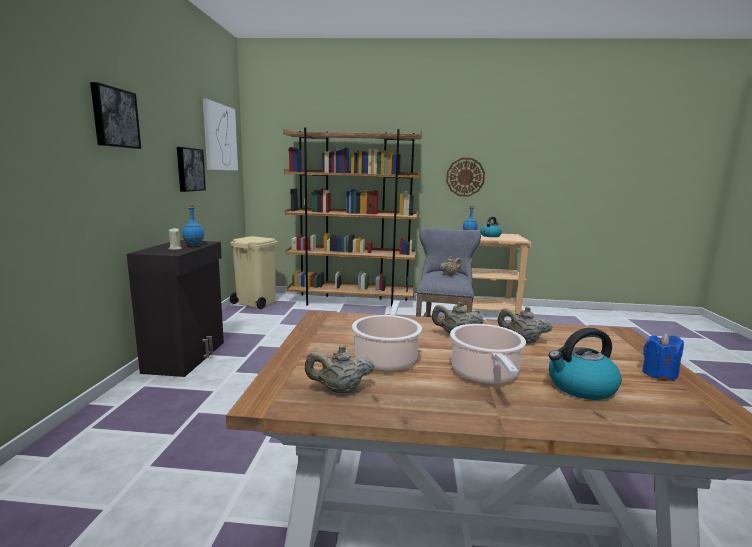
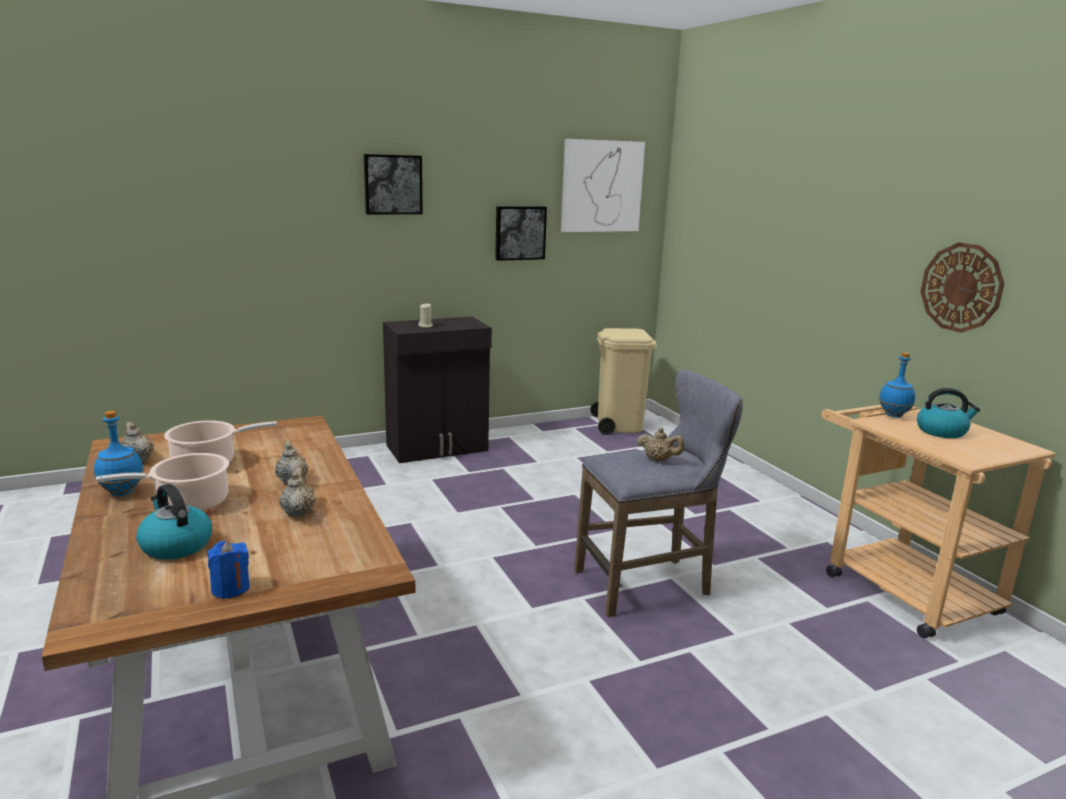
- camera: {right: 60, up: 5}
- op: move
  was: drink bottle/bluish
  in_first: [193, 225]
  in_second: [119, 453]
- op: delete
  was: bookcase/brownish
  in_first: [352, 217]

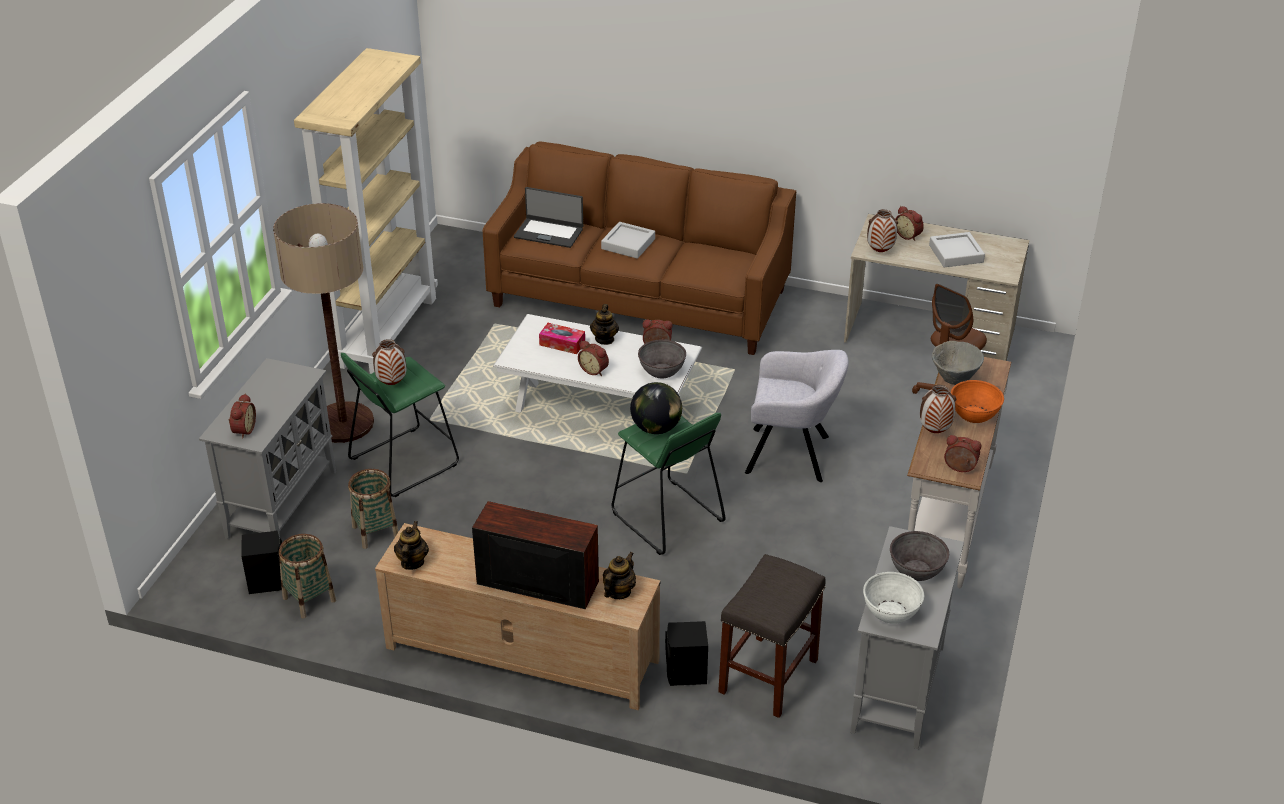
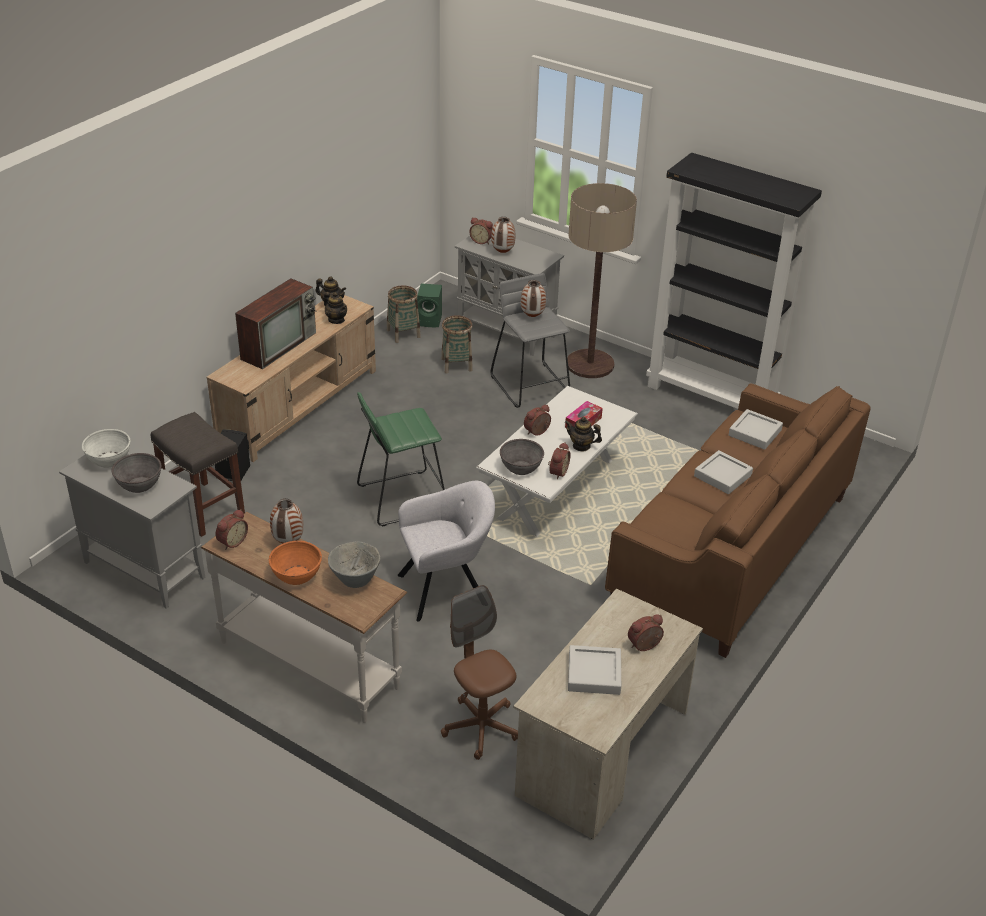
- camera: {right: 105, up: 0}
- op: recolor
  was: audio speaker/black-coloured
  now: audio speaker/greenish
  in_first: [261, 562]
  in_second: [429, 305]
- op: recolor
  was: bookcase/beige
  now: bookcase/black-coloured
  in_first: [366, 211]
  in_second: [734, 281]
- op: recolor
  was: stool/greenish
  now: stool/gray
  in_first: [400, 425]
  in_second: [530, 340]
- op: replace
  was: laptop
  now: tray/gray
  in_first: [548, 217]
  in_second: [756, 429]
- op: move
  was: teapot
  in_first: [619, 575]
  in_second: [335, 308]
- op: delete
  was: globe
  in_first: [656, 408]
- op: rotate
  was: armchair/gray
  in_first: [797, 416]
  in_second: [446, 551]
  clockwise: -135
- op: move
  was: decorative vase
  in_first: [882, 230]
  in_second: [503, 235]

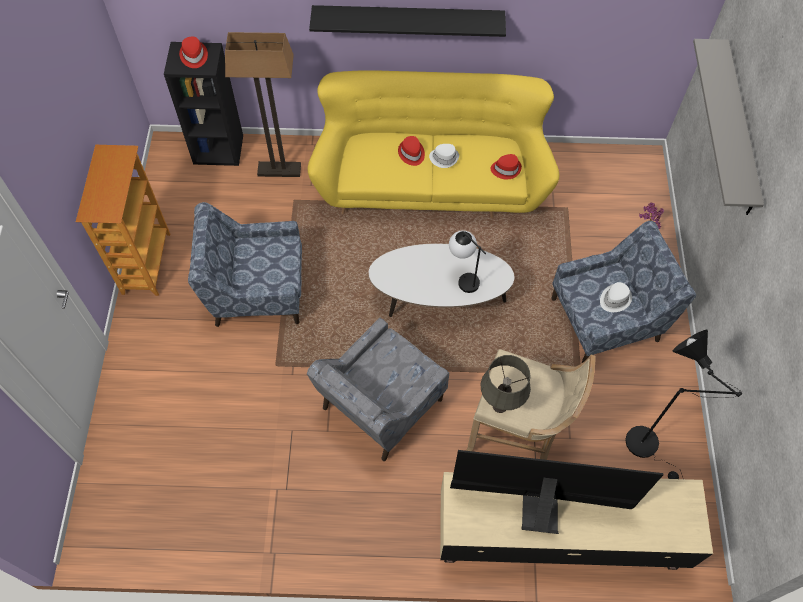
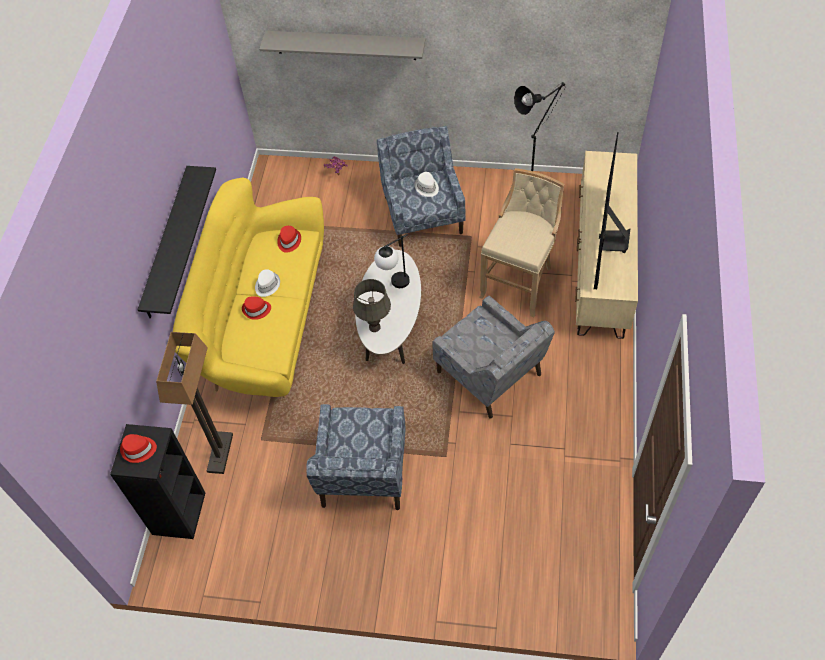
- camera: {right: -80, up: -5}
- op: delete
  was: bookcase
  in_first: [123, 220]
- op: move
  was: table lamp/gray
  in_first: [506, 384]
  in_second: [372, 305]

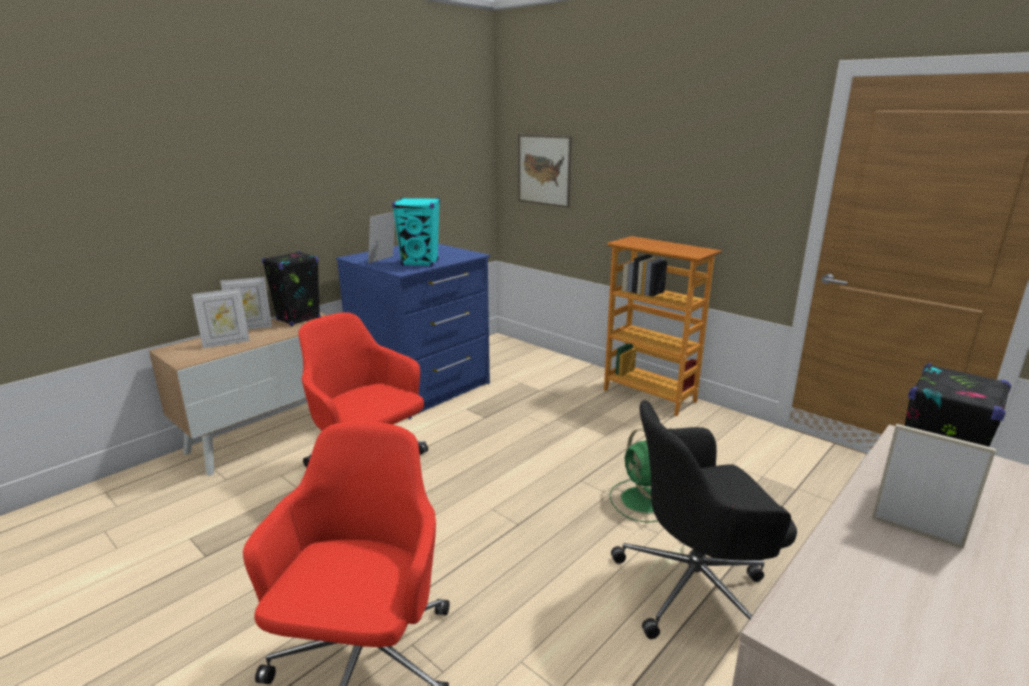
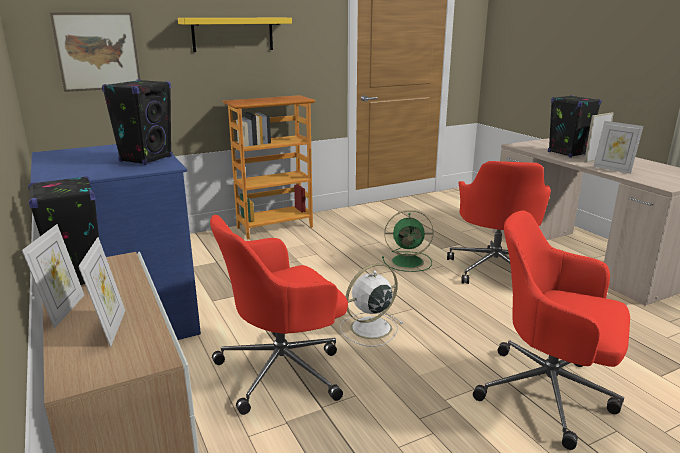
- camera: {right: -70, up: 0}
- op: move
  was: photo frame
  in_first: [381, 238]
  in_second: [618, 147]
- op: recolor
  was: audio speaker/turquoise-coloured
  now: audio speaker/black-coloured
  in_first: [416, 232]
  in_second: [137, 122]
- op: recolor
  was: desk chair/black-coloured
  now: desk chair/red
  in_first: [704, 519]
  in_second: [499, 222]
- op: insert
  now: bracket shelf/yellow
  in_second: [235, 35]
- op: insert
  now: fan/whitish
  in_second: [371, 305]

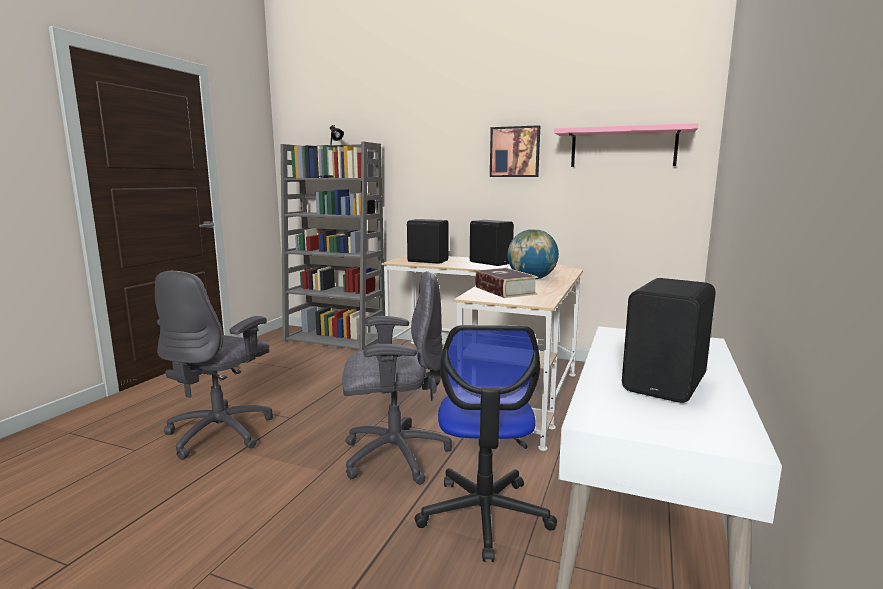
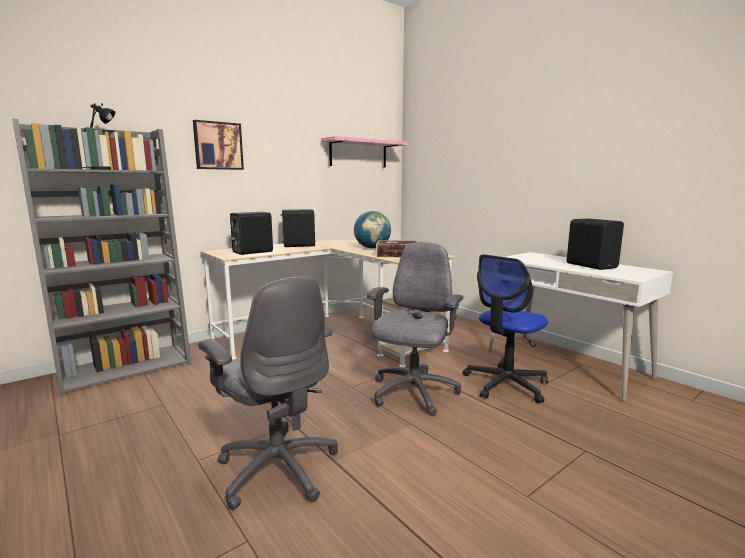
- camera: {right: -60, up: 0}
- op: rotate
  was: desk chair
  in_first: [485, 443]
  in_second: [505, 328]
  clockwise: 105
- op: move
  was: picture
  in_first: [515, 151]
  in_second: [218, 145]

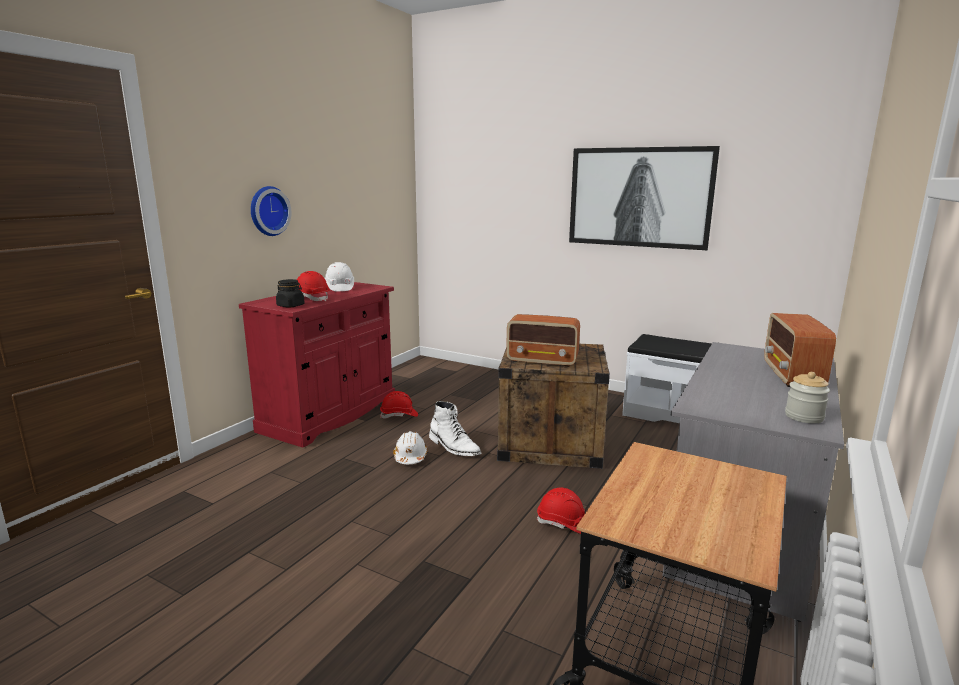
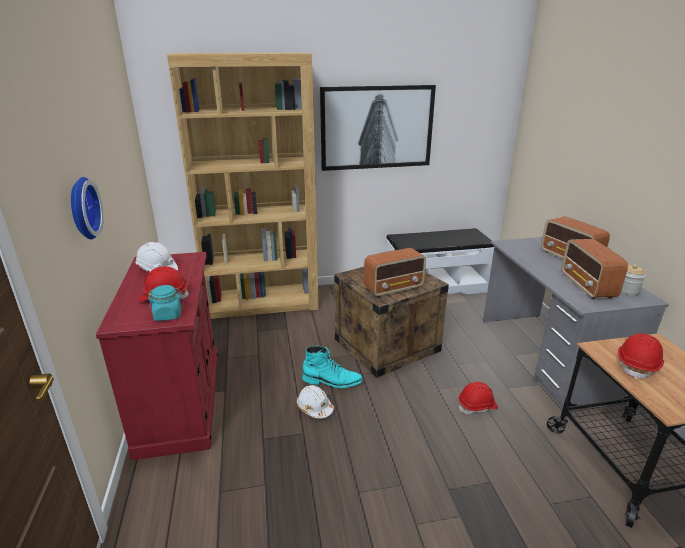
- camera: {right: -40, up: 10}
- op: recolor
  was: jar/black-coloured
  now: jar/turquoise-coloured
  in_first: [290, 293]
  in_second: [165, 303]
- op: move
  was: work helmet/red
  in_first: [399, 405]
  in_second: [641, 356]
- op: recolor
  was: high-top boot/whitish
  now: high-top boot/turquoise-coloured
  in_first: [455, 428]
  in_second: [332, 367]
- op: insert
  now: bookcase/brownish
  in_second: [243, 186]
- op: insert
  now: radio set
  in_second: [594, 269]

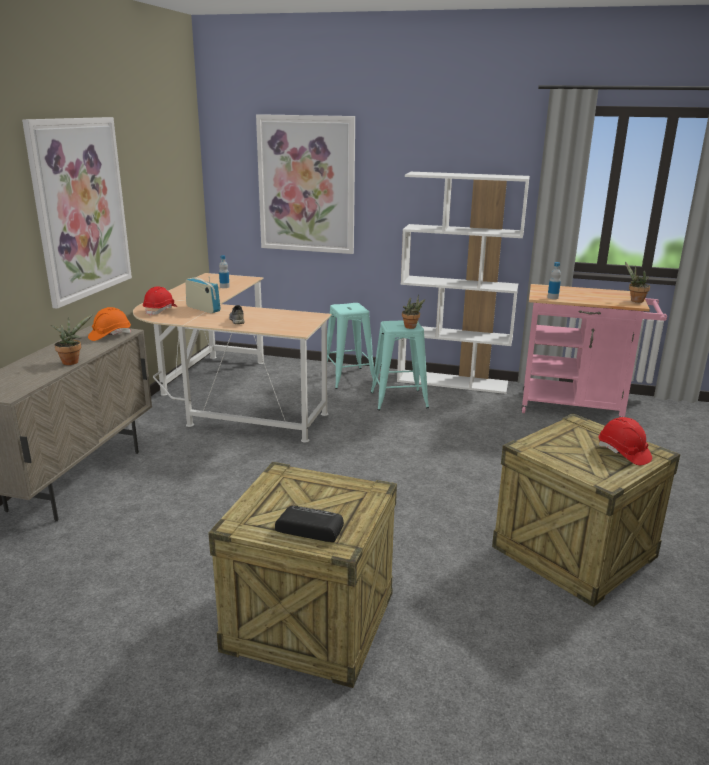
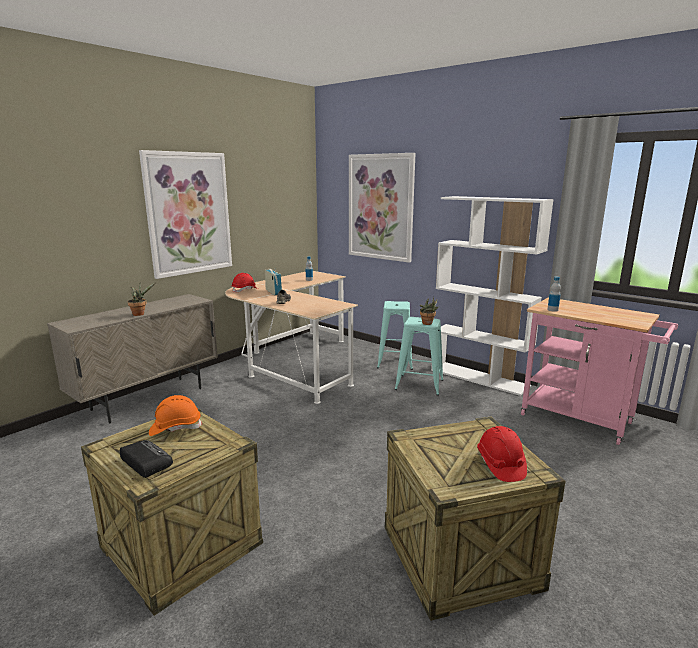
- camera: {right: 25, up: -5}
- op: move
  was: work helmet/orange-coloured
  in_first: [109, 324]
  in_second: [175, 415]
- op: delete
  was: plant in a pot
  in_first: [637, 282]

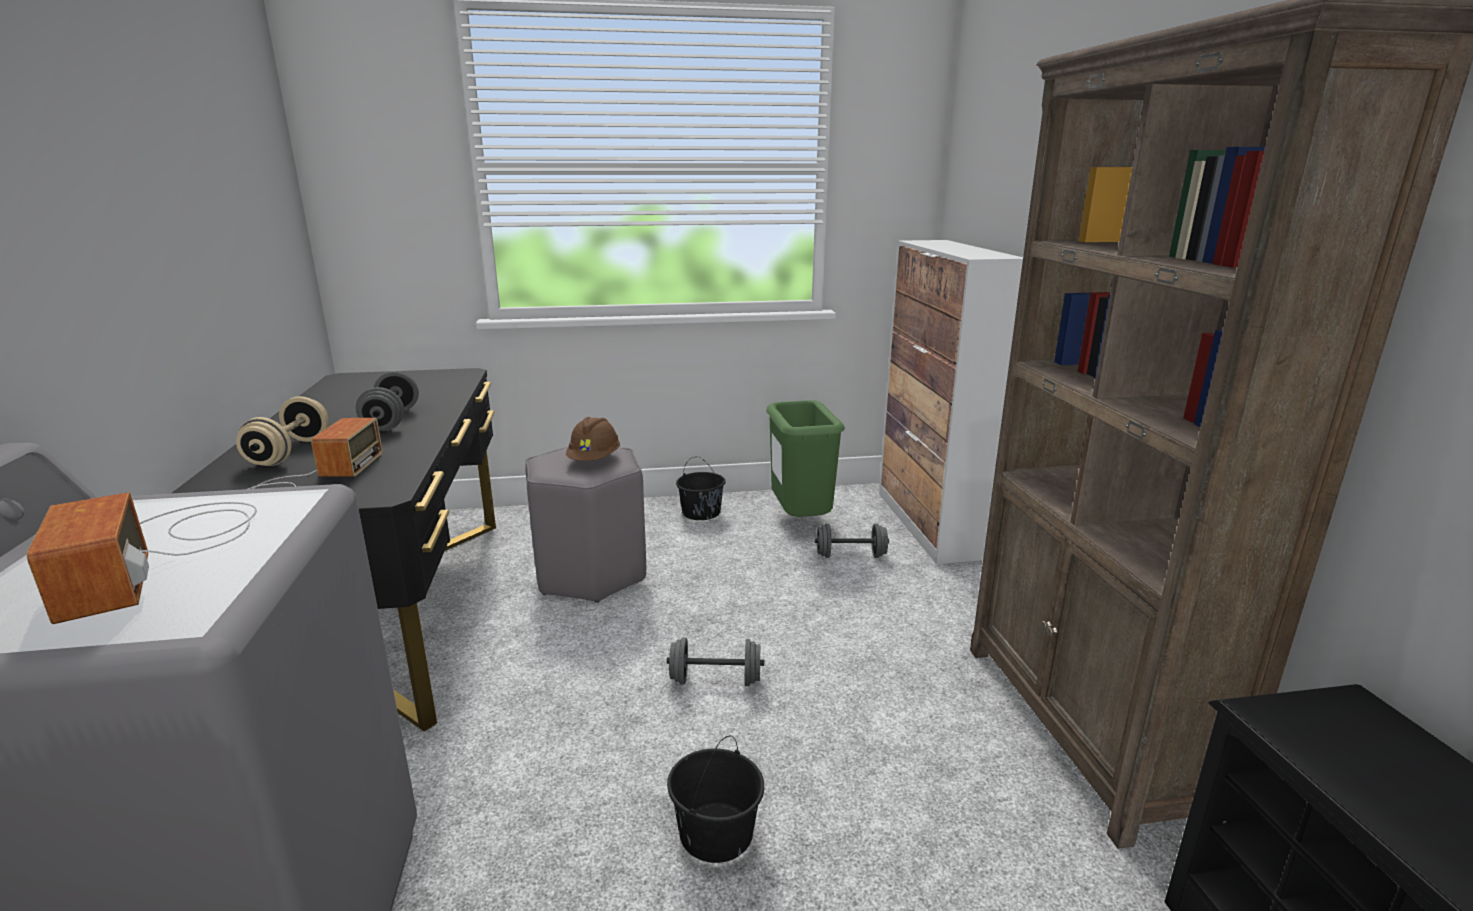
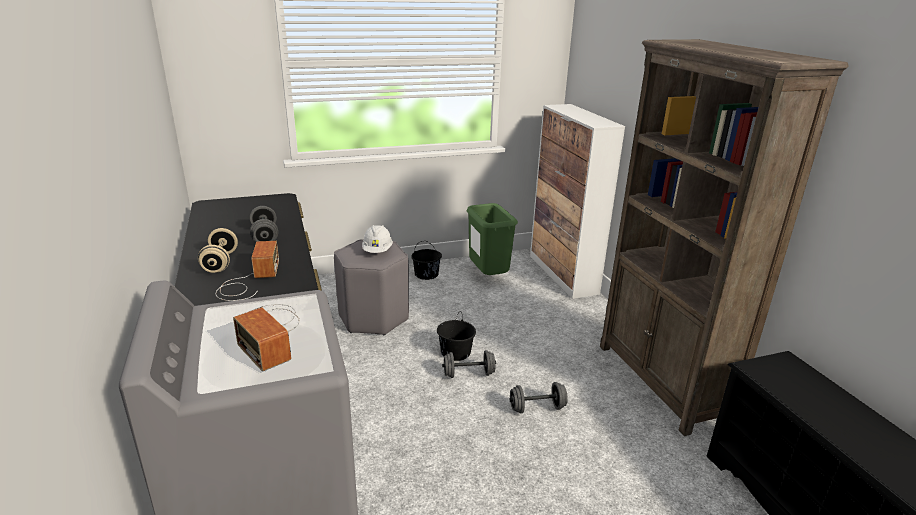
- camera: {right: -10, up: 5}
- op: recolor
  was: work helmet/brownish
  now: work helmet/whitish
  in_first: [593, 439]
  in_second: [377, 239]
- op: move
  was: pail/black-coloured
  in_first: [715, 799]
  in_second: [456, 336]
- op: move
  was: free weight/gray
  in_first: [852, 541]
  in_second: [539, 397]

